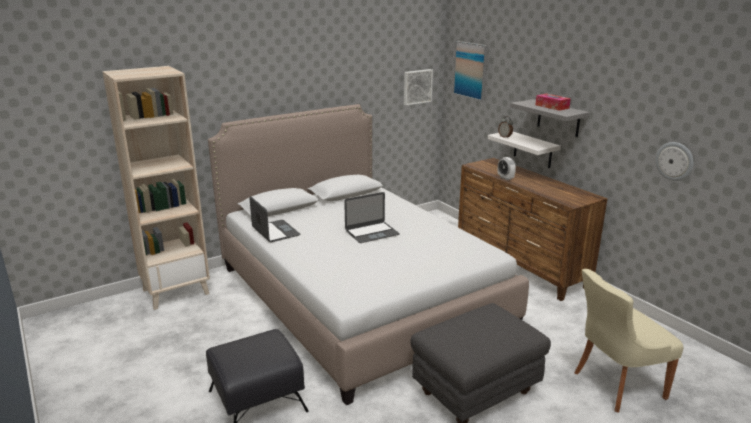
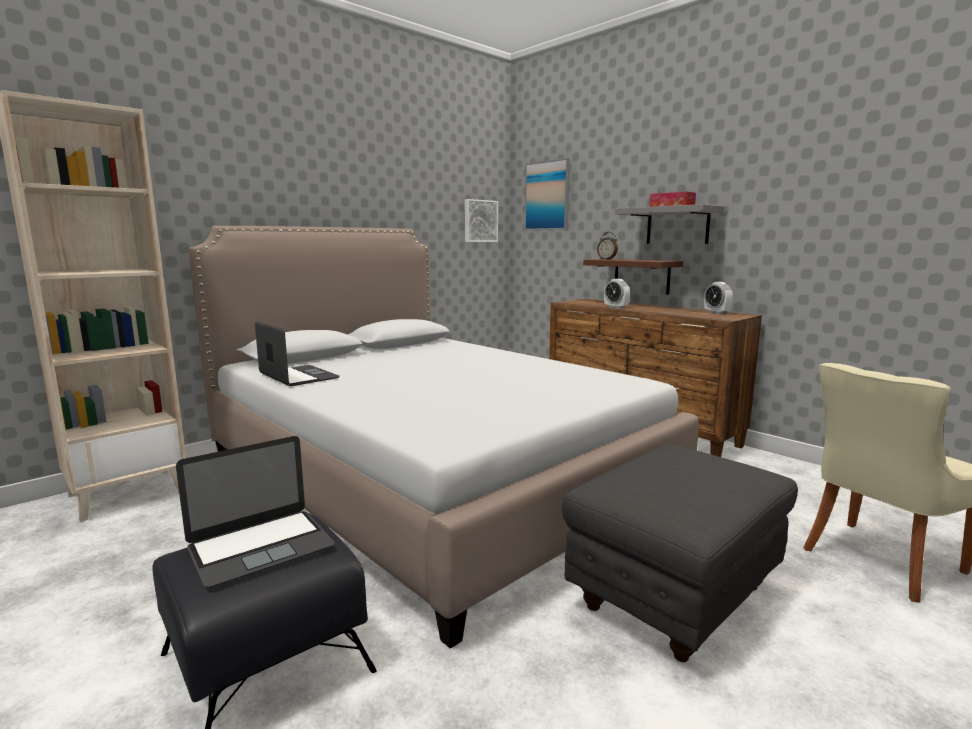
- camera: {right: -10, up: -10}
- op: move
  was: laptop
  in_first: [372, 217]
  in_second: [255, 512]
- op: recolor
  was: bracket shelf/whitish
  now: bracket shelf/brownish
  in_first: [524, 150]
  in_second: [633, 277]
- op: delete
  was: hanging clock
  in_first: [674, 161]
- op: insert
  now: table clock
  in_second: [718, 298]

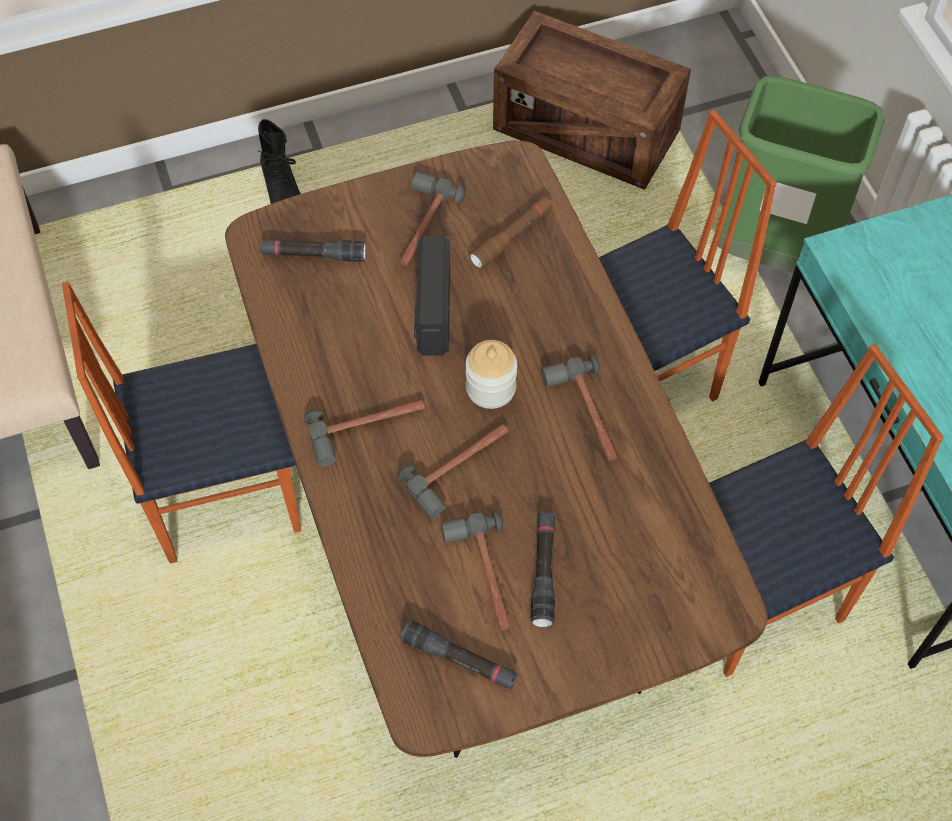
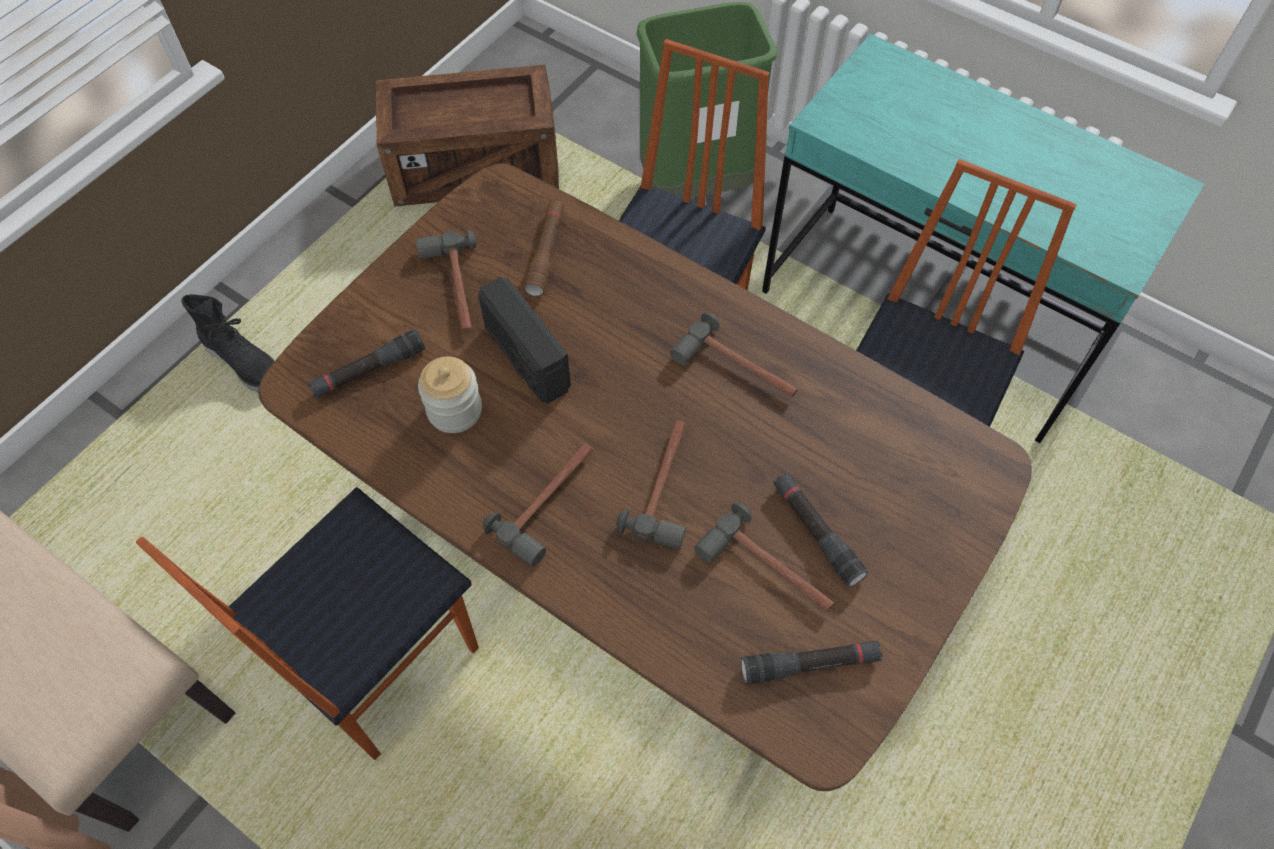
- camera: {right: -35, up: 0}
- op: move
  was: jar
  in_first: [491, 374]
  in_second: [450, 395]

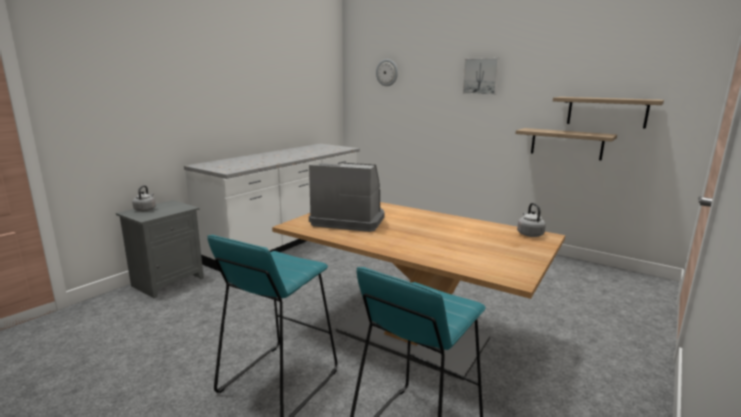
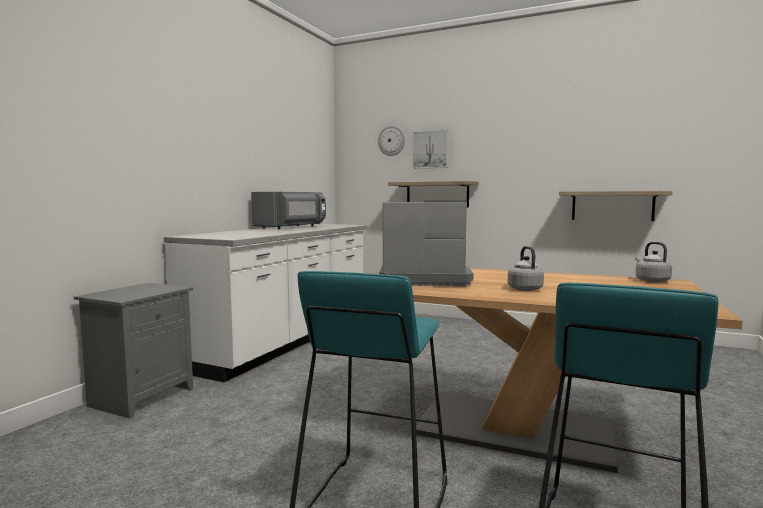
- camera: {right: -10, up: -10}
- op: move
  was: water kettle/gray
  in_first: [143, 198]
  in_second: [526, 268]
- op: move
  was: picture
  in_first: [481, 76]
  in_second: [430, 149]
- op: move
  was: bracket shelf
  in_first: [608, 113]
  in_second: [433, 194]
- op: insert
  now: microwave/gray
  in_second: [288, 210]

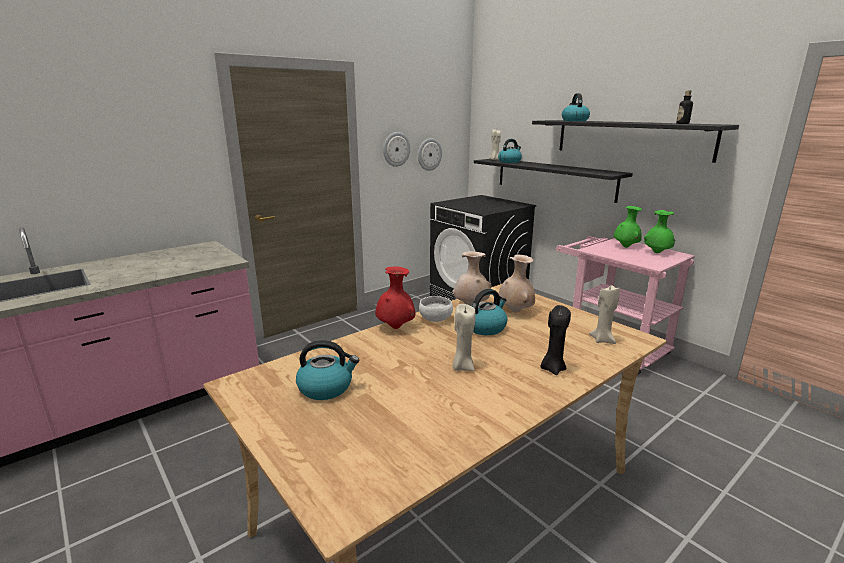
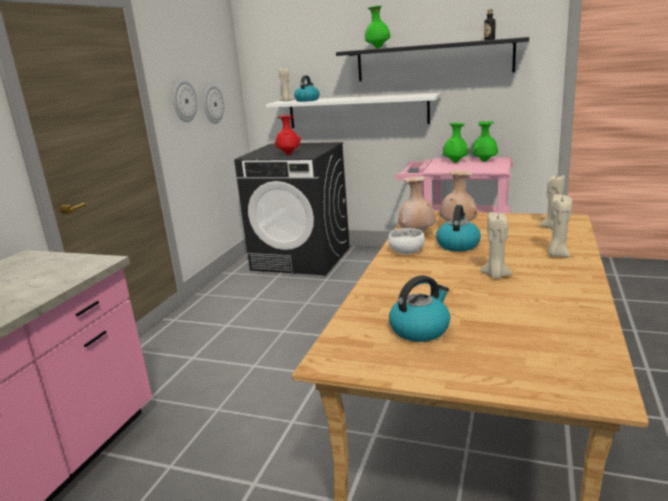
- camera: {right: -30, up: 0}
- op: move
  was: decorative vase/red
  in_first: [395, 297]
  in_second: [287, 135]
- op: recolor
  was: bracket shelf/black-coloured
  now: bracket shelf/whitish
  in_first: [553, 181]
  in_second: [353, 110]
- op: recolor
  was: wax candle/black-coloured
  now: wax candle/beige
  in_first: [556, 340]
  in_second: [560, 225]
- op: replace
  was: water kettle
  now: decorative vase/greenish
  in_first: [576, 107]
  in_second: [377, 27]

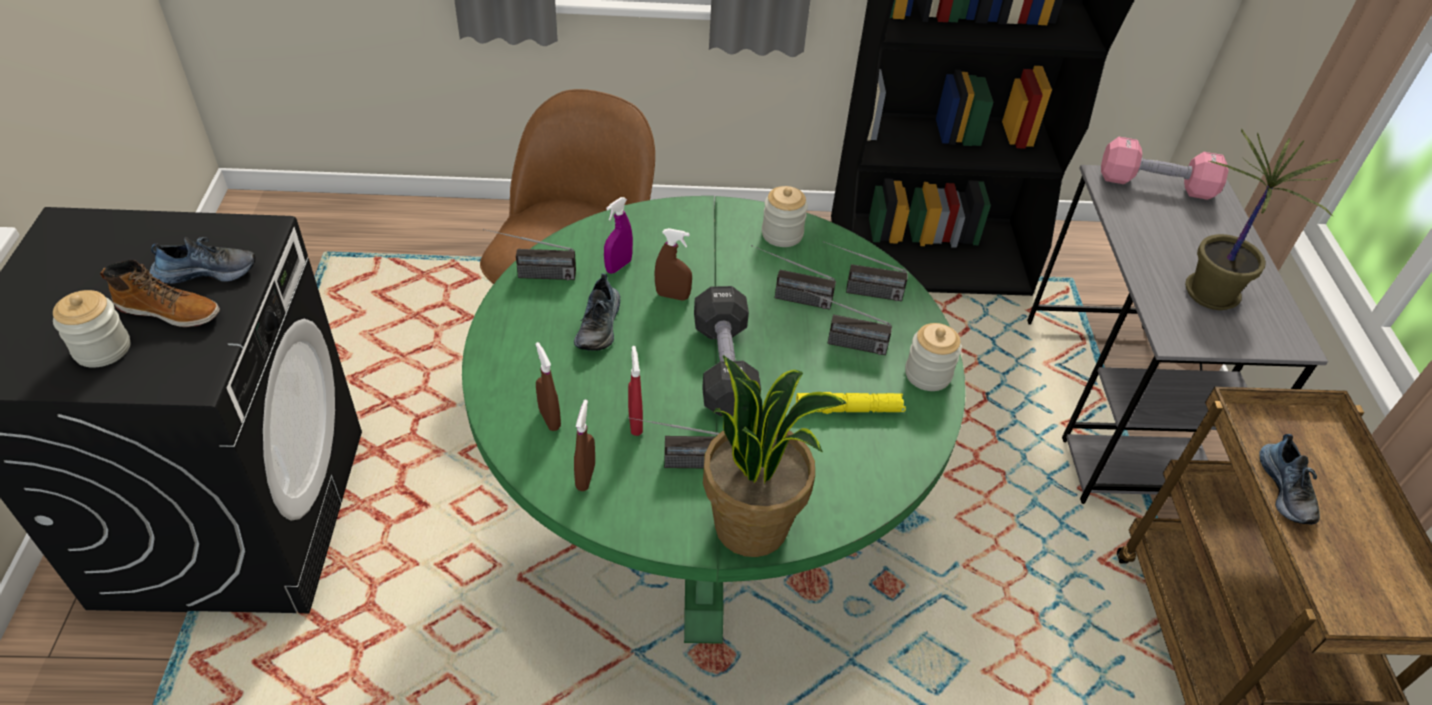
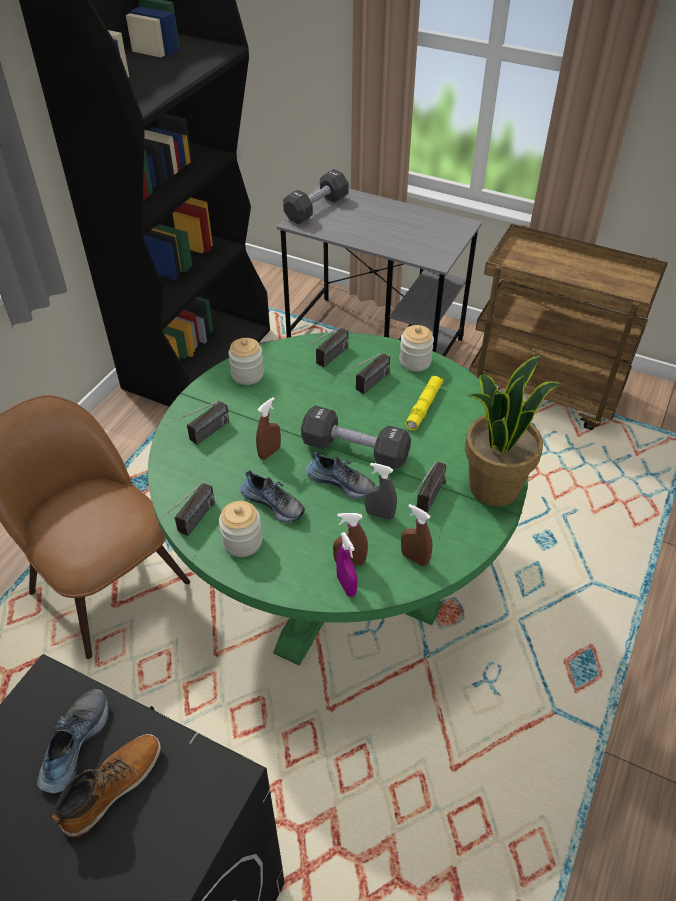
- camera: {right: -60, up: 0}
- op: move
  was: jar
  in_first: [91, 329]
  in_second: [240, 529]
- op: move
  was: sprayer/purple
  in_first: [618, 235]
  in_second: [347, 564]
- op: recolor
  was: sprayer/red
  now: sprayer/gray
  in_first: [635, 391]
  in_second: [381, 491]
- op: move
  was: radio set
  in_first: [793, 277]
  in_second: [197, 423]
- op: recolor
  was: free weight/pink-coloured
  now: free weight/black-coloured
  in_first: [1165, 168]
  in_second: [316, 196]
- op: delete
  was: plant in a pot
  in_first: [1262, 219]
- op: move
  was: low shoe
  in_first: [1289, 479]
  in_second: [340, 475]

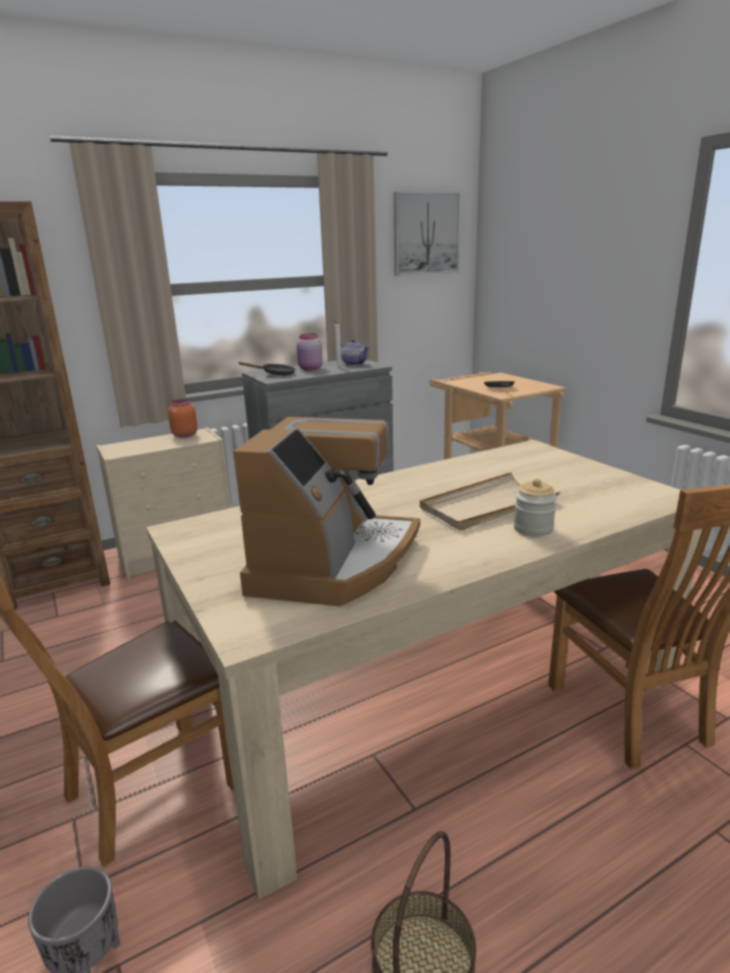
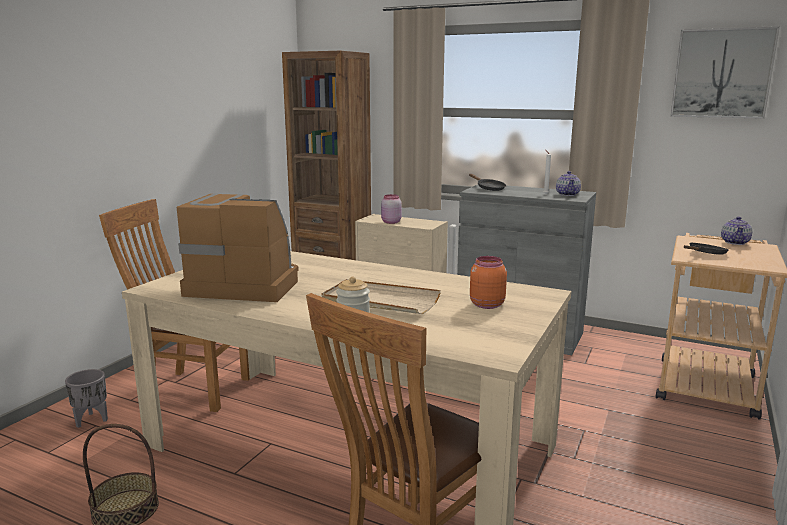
- camera: {right: 55, up: -5}
- op: move
  was: jar/orange-coloured
  in_first: [183, 418]
  in_second: [488, 282]
- op: rotate
  was: coffee brewer
  in_first: [326, 512]
  in_second: [238, 247]
  clockwise: -150
- op: move
  was: jar/pink-coloured
  in_first: [310, 351]
  in_second: [391, 209]
- op: insert
  now: teapot
  in_second: [736, 231]

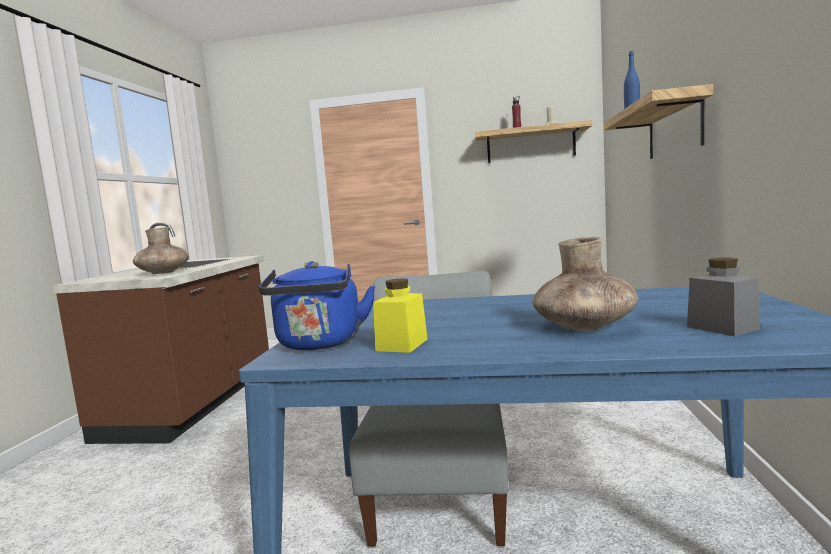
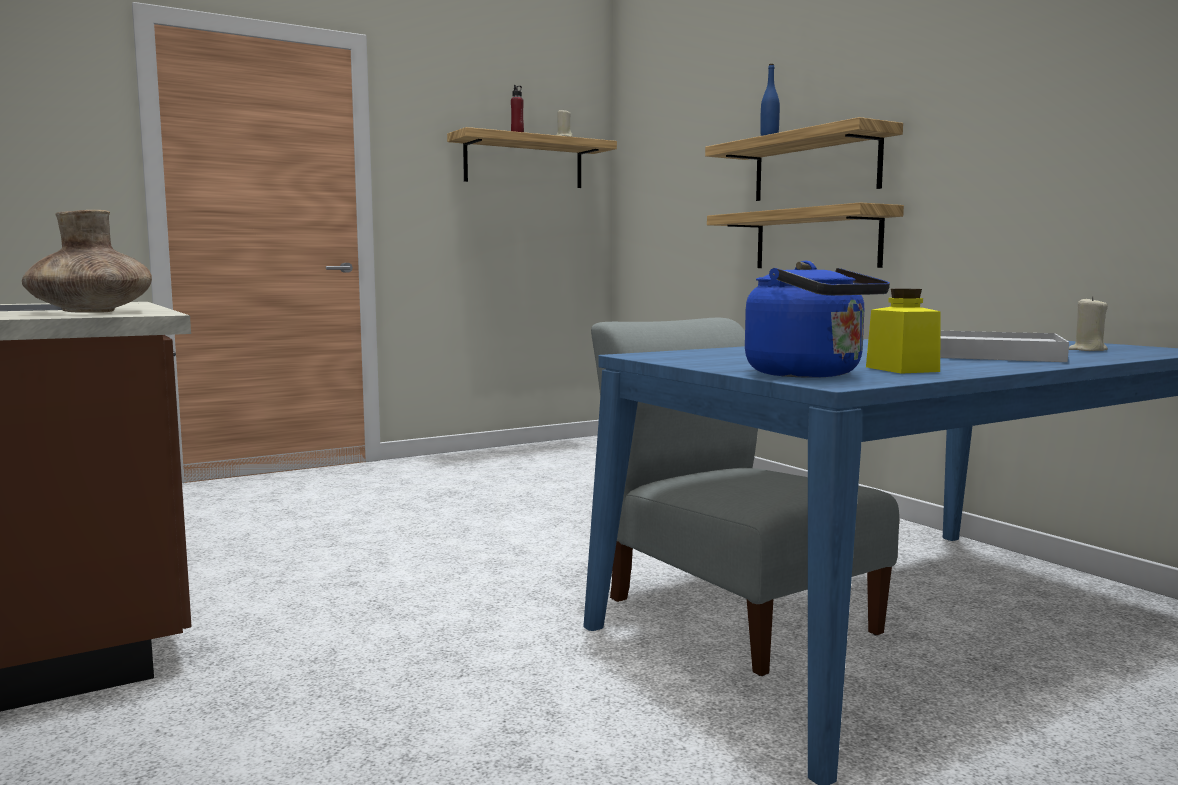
- camera: {right: -40, up: 0}
- op: replace
  was: decorative vase/brownish
  now: tray/whitish
  in_first: [585, 284]
  in_second: [1004, 346]
- op: replace
  was: jar/gray
  now: wax candle/beige
  in_first: [723, 297]
  in_second: [1088, 323]
- op: insert
  now: bracket shelf
  in_second: [805, 235]

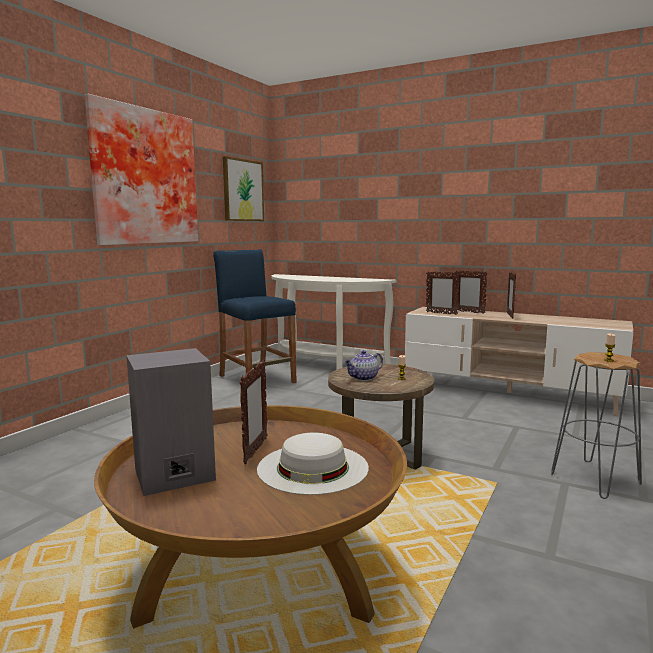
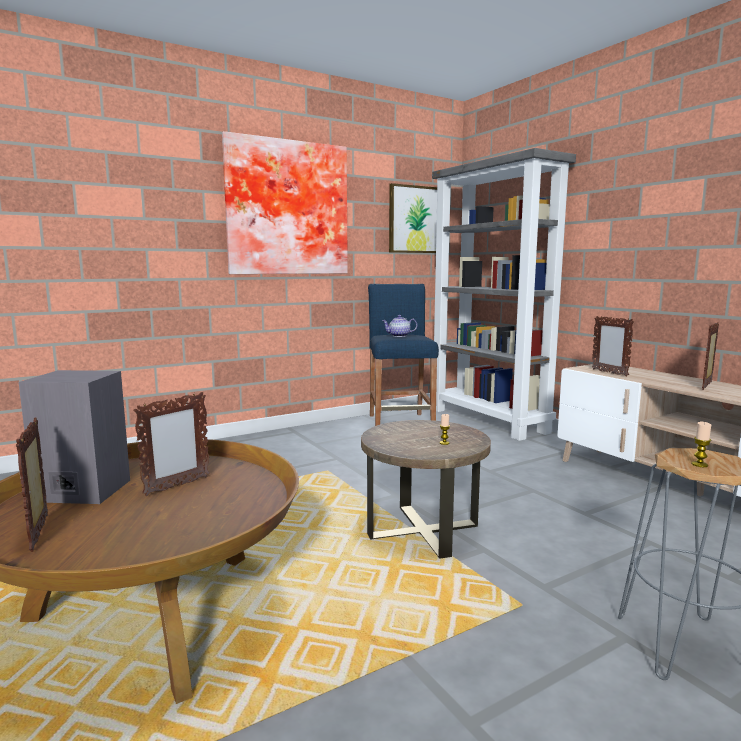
- camera: {right: 30, up: 0}
- op: delete
  was: clothing hat/whitish
  in_first: [313, 463]
- op: replace
  was: console table/whitish
  now: bookcase/gray
  in_first: [334, 322]
  in_second: [504, 294]
- op: move
  was: teapot
  in_first: [363, 365]
  in_second: [399, 326]
- op: move
  was: photo frame
  in_first: [471, 292]
  in_second: [32, 485]

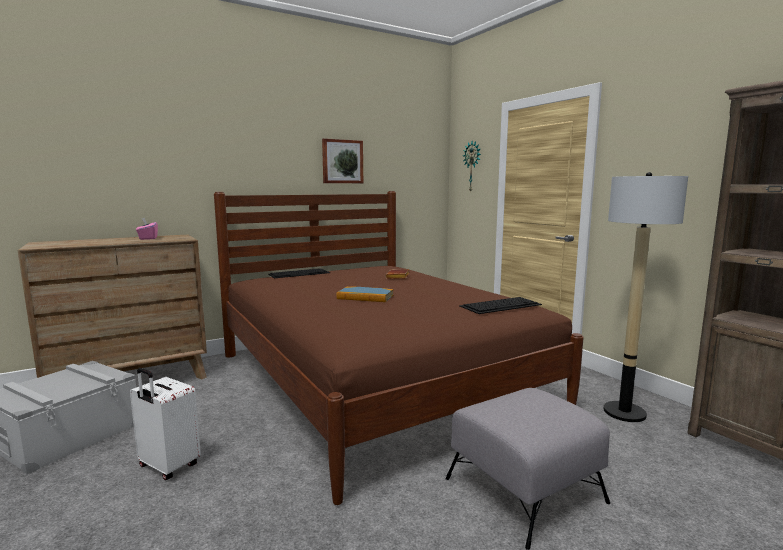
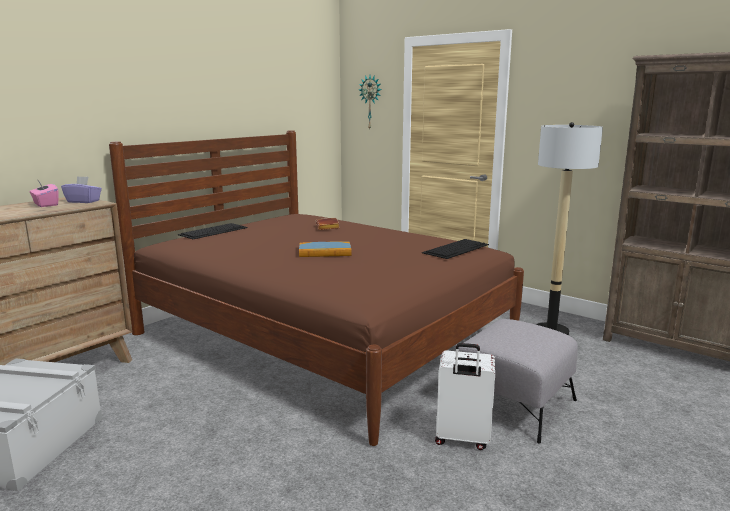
- camera: {right: -20, up: 5}
- op: move
  was: travel case/whitish
  in_first: [165, 424]
  in_second: [465, 396]
- op: delete
  was: picture
  in_first: [342, 160]
- op: insert
  now: tissue box/purple
  in_second: [81, 189]

